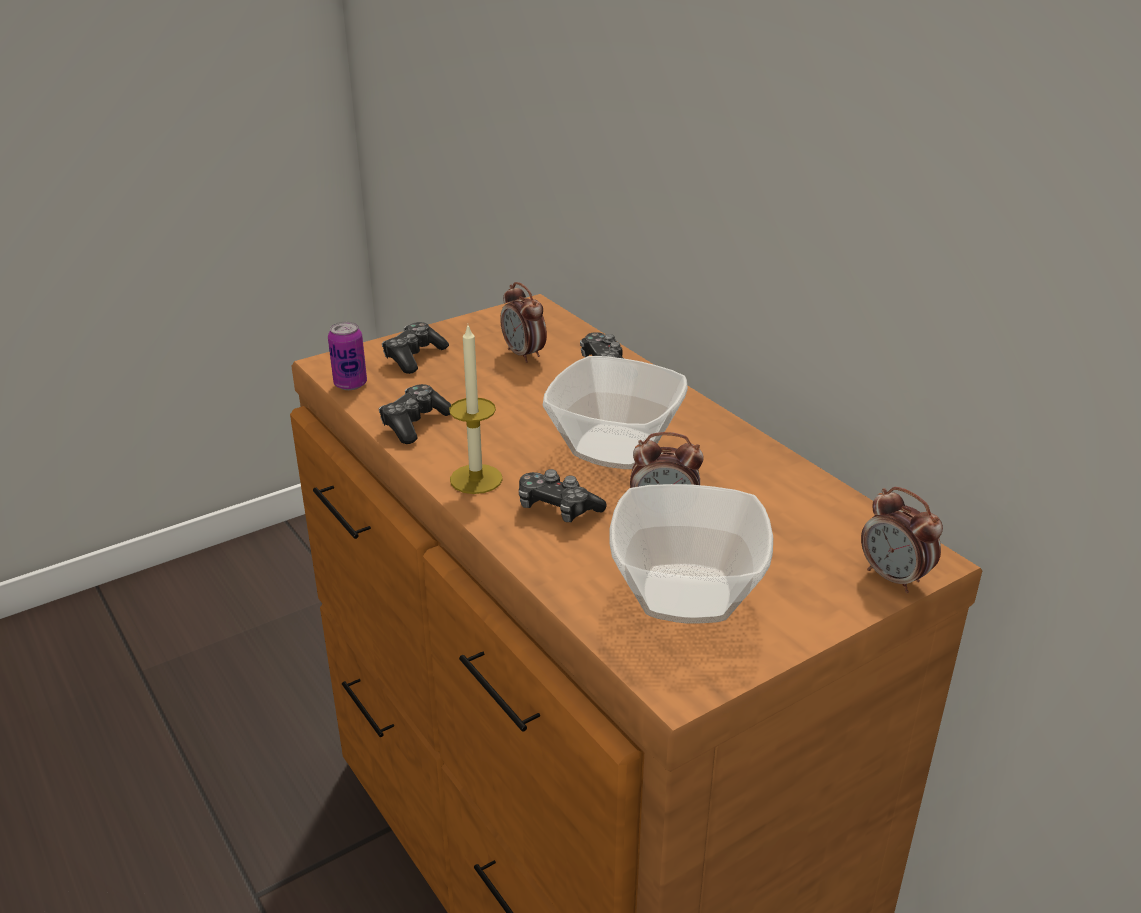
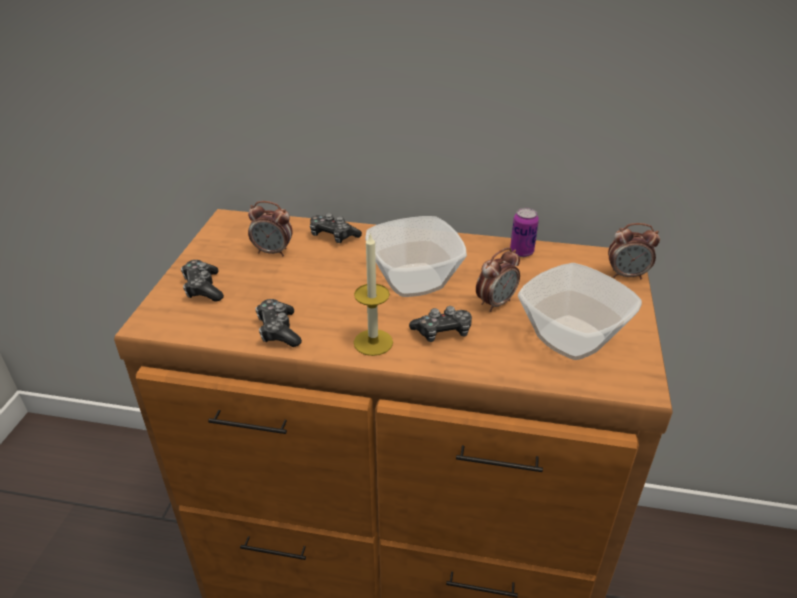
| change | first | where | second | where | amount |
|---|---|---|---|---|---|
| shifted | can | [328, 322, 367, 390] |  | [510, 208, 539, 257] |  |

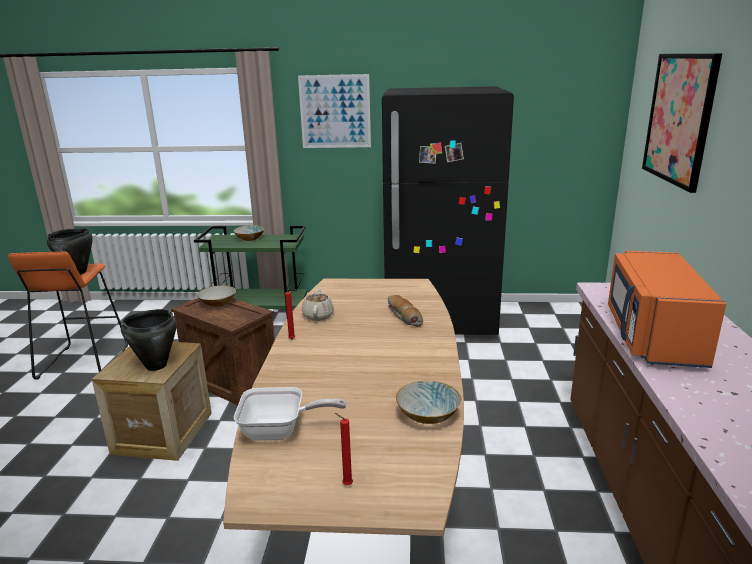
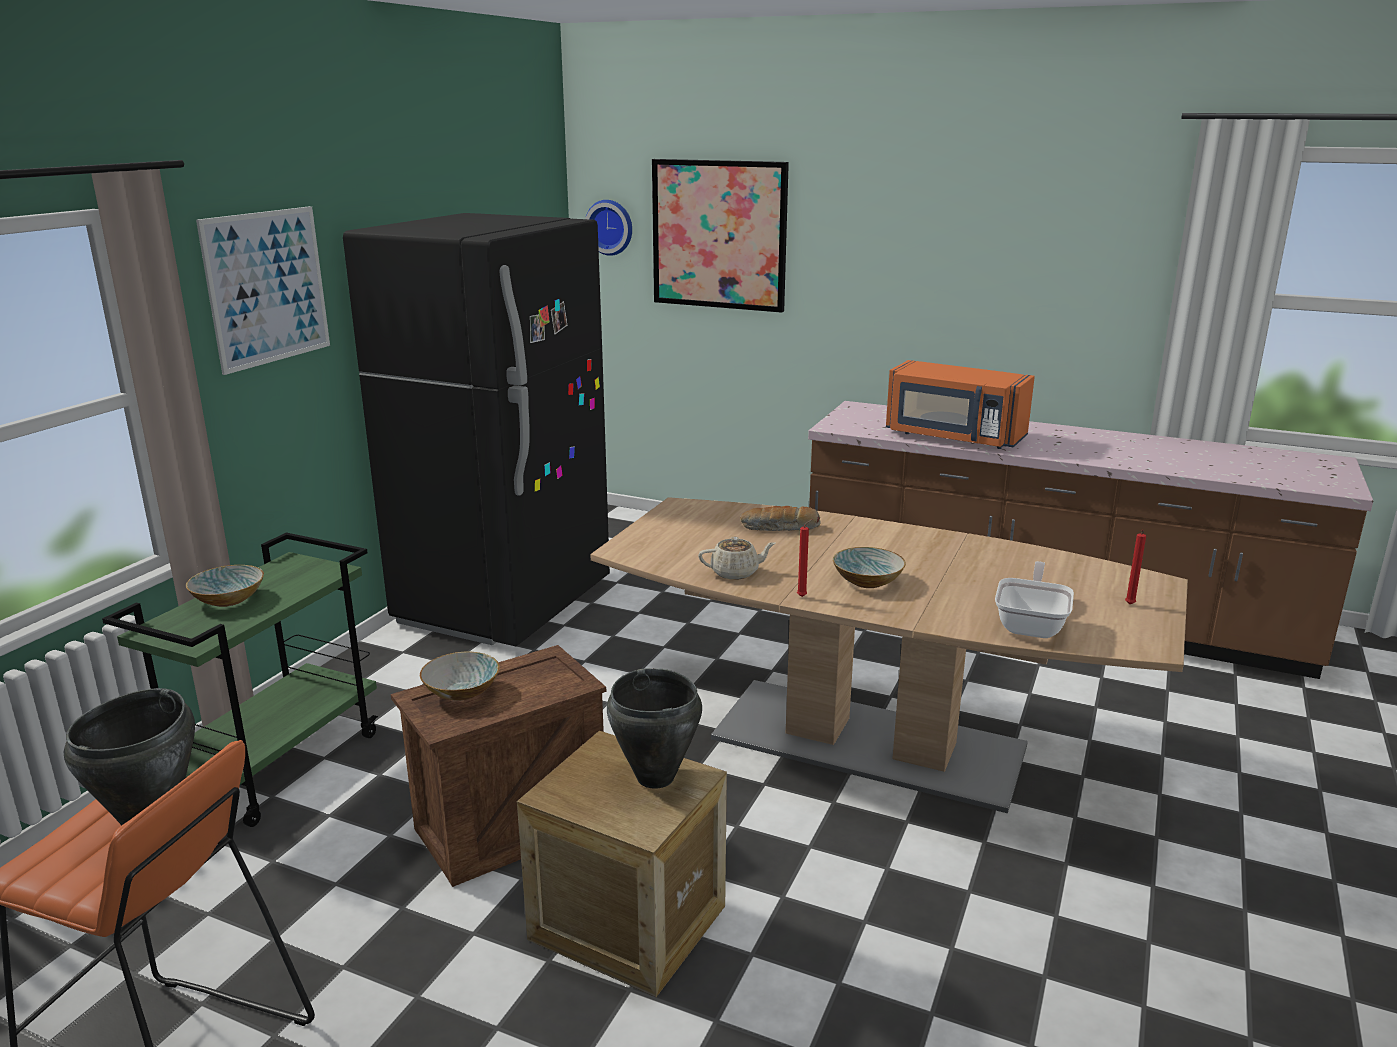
| change | first | where | second | where | amount |
|---|---|---|---|---|---|
| rotated | beige-coloured pot for tea | [302, 288, 334, 321] |  | [698, 537, 776, 580] | 150 degrees clockwise |
| shifted | deep dish | [396, 381, 461, 424] |  | [833, 547, 906, 588] |  |
| new |  |  | wall clock | [585, 200, 632, 256] |  |

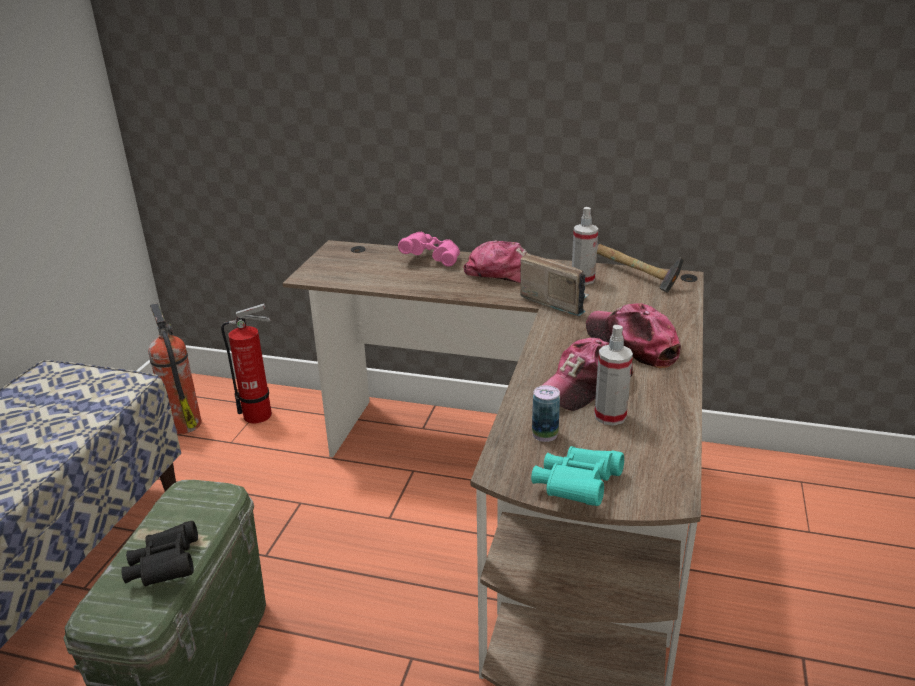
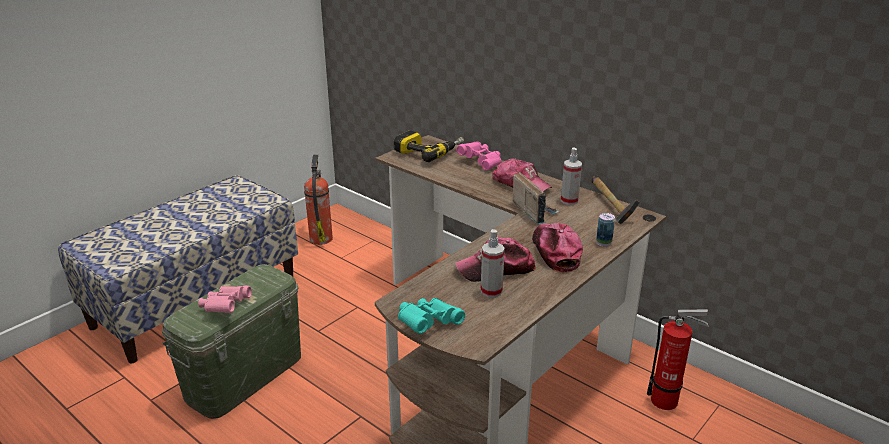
| change | first | where | second | where | amount |
|---|---|---|---|---|---|
| repainted | blackish pair of binoculars | [121, 521, 198, 587] | pinkish pair of binoculars | [198, 286, 252, 313] |  |
| shifted | fire extinguisher | [221, 303, 272, 423] |  | [647, 309, 709, 410] |  |
| shifted | can | [532, 385, 560, 442] |  | [596, 213, 615, 247] |  |
| new |  |  | electric drill | [394, 130, 464, 162] |  |

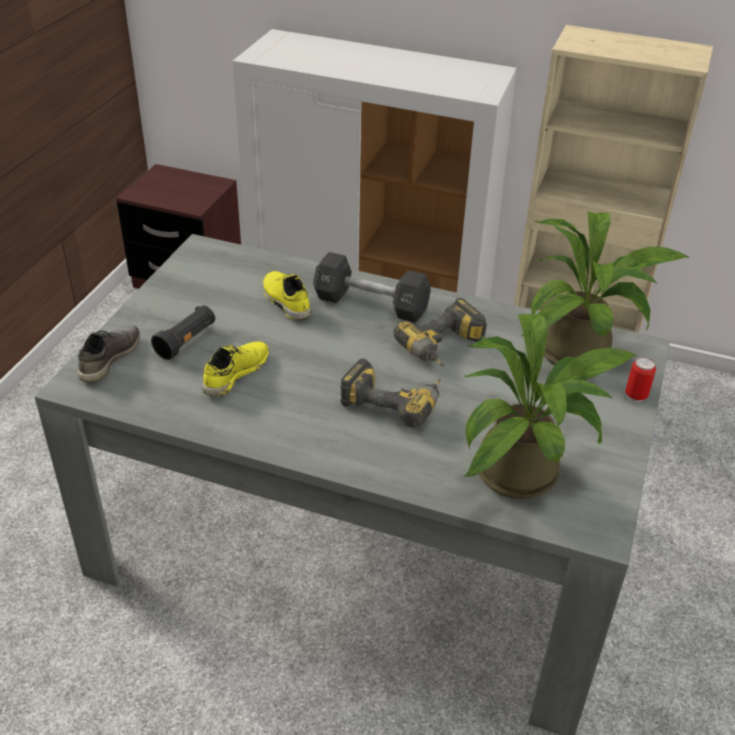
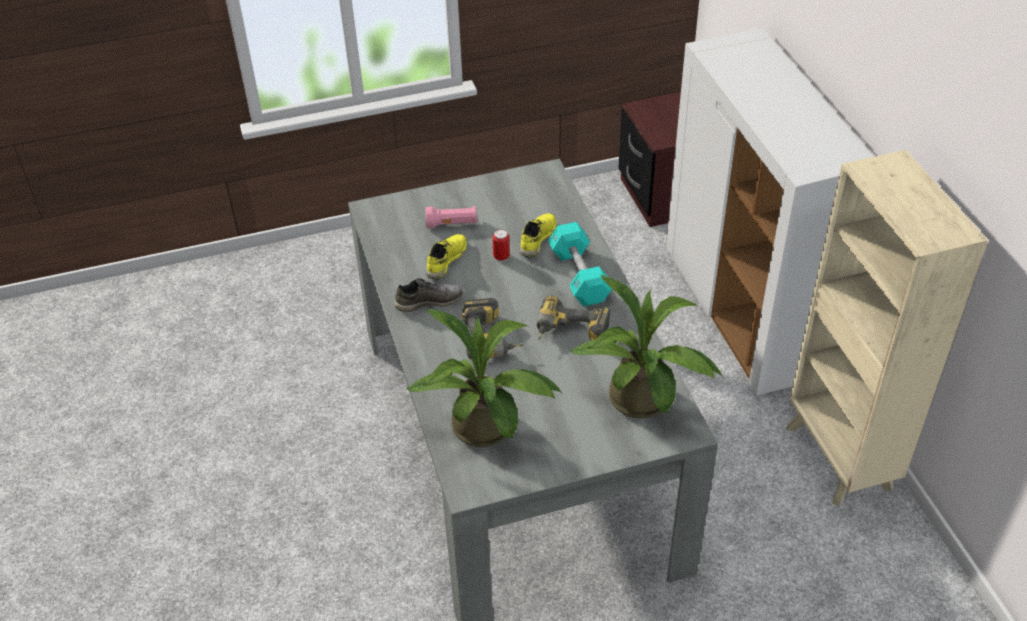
| change | first | where | second | where | amount |
|---|---|---|---|---|---|
| shifted | greyish shoe | [77, 325, 140, 383] |  | [394, 278, 464, 312] |  |
| repainted | blackish flashlight | [151, 305, 215, 360] | pinkish flashlight | [426, 206, 478, 228] |  |
| rotated | yellow-coloured shoe | [201, 341, 269, 397] |  | [425, 234, 467, 279] | 60 degrees counterclockwise |
| repainted | blackish free weight | [313, 252, 431, 323] | blue-green free weight | [548, 222, 612, 307] |  |
| shifted | can | [625, 357, 656, 402] |  | [492, 229, 510, 262] |  |

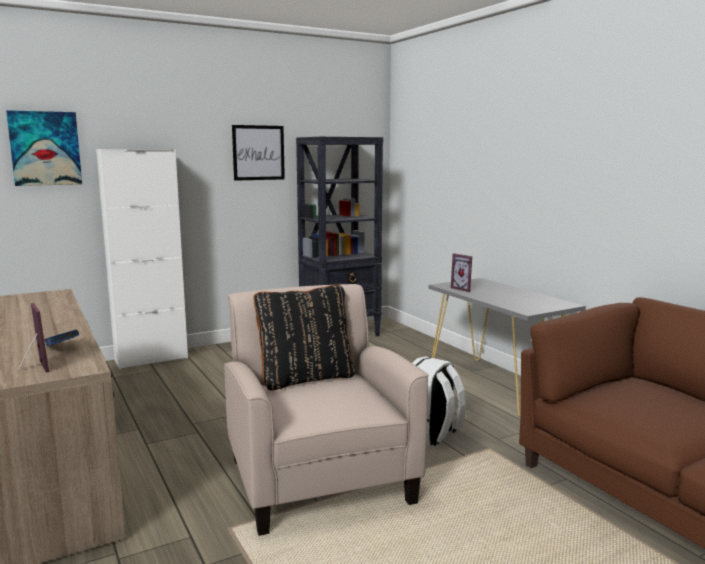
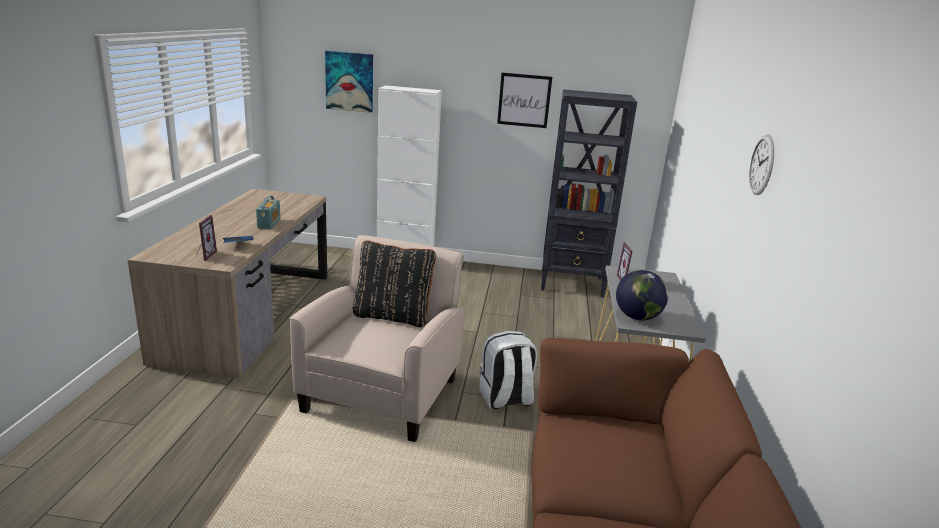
| change | first | where | second | where | amount |
|---|---|---|---|---|---|
| new |  |  | radio set | [256, 196, 281, 229] |  |
| new |  |  | desk globe | [616, 270, 668, 320] |  |
| new |  |  | wall clock | [749, 134, 774, 195] |  |

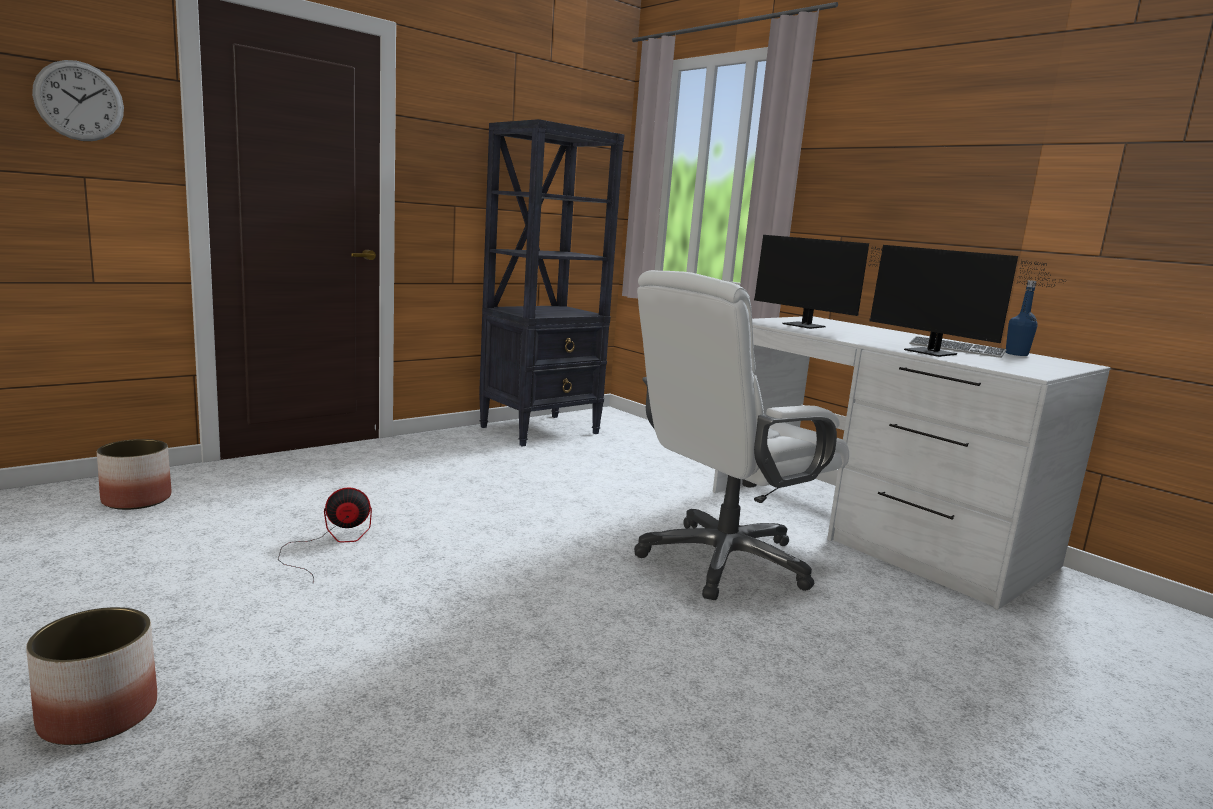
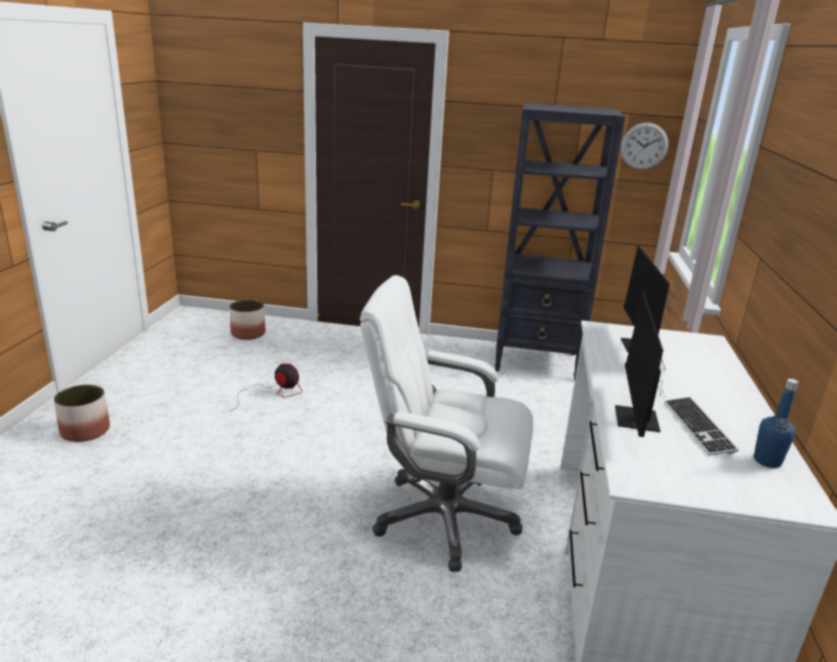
| change | first | where | second | where | amount |
|---|---|---|---|---|---|
| shifted | wall clock | [32, 60, 124, 141] |  | [620, 123, 668, 170] |  |

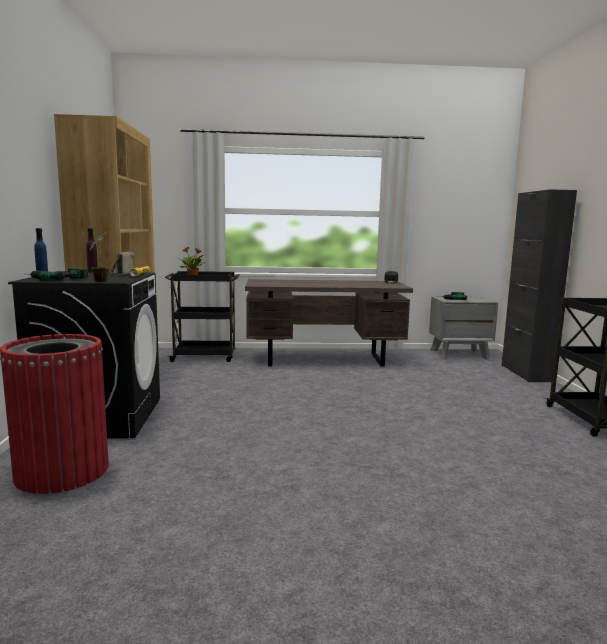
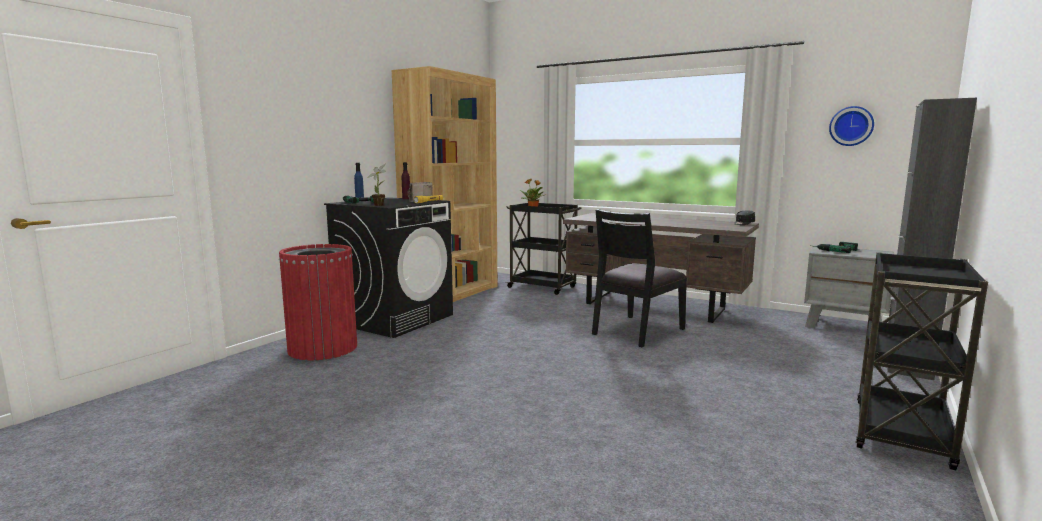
| change | first | where | second | where | amount |
|---|---|---|---|---|---|
| new |  |  | blackish plain chair | [592, 209, 687, 347] |  |
| new |  |  | wall clock | [829, 106, 874, 146] |  |

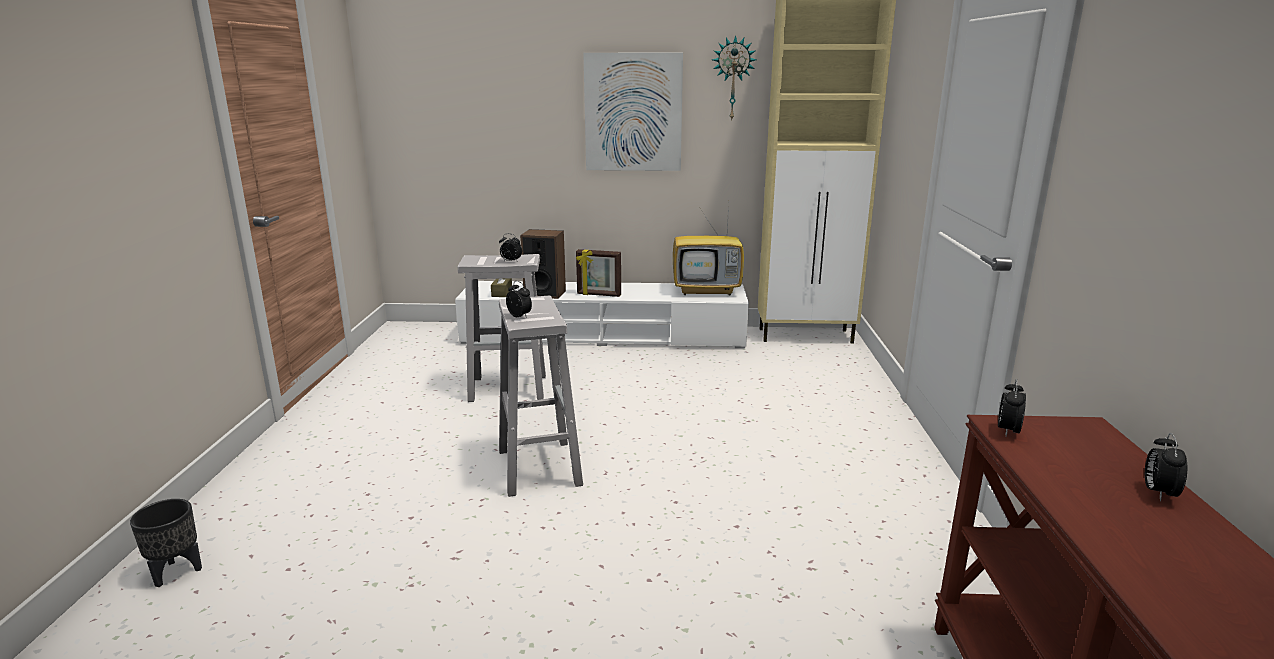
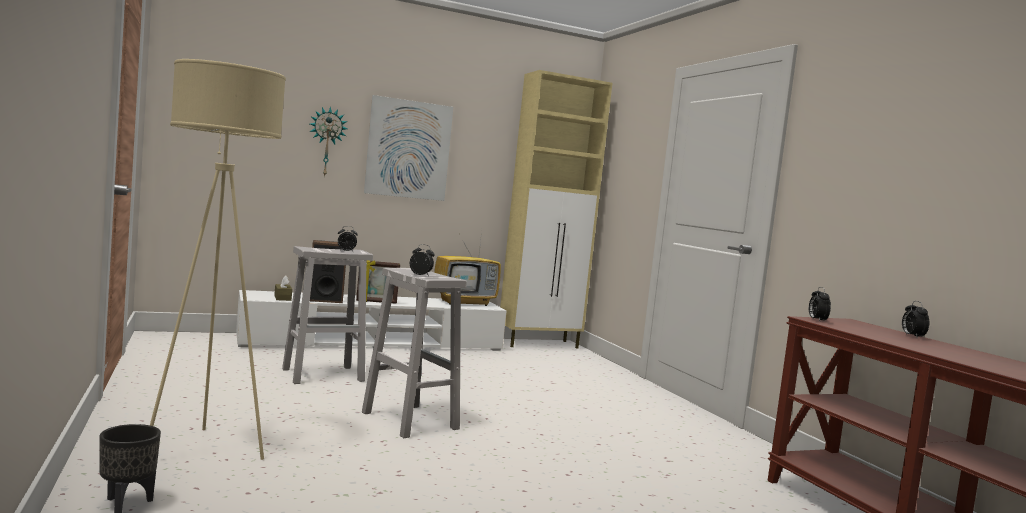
| change | first | where | second | where | amount |
|---|---|---|---|---|---|
| shifted | wall clock | [712, 35, 756, 121] |  | [310, 107, 348, 177] |  |
| new |  |  | beige-coloured floor lamp | [150, 59, 286, 460] |  |

